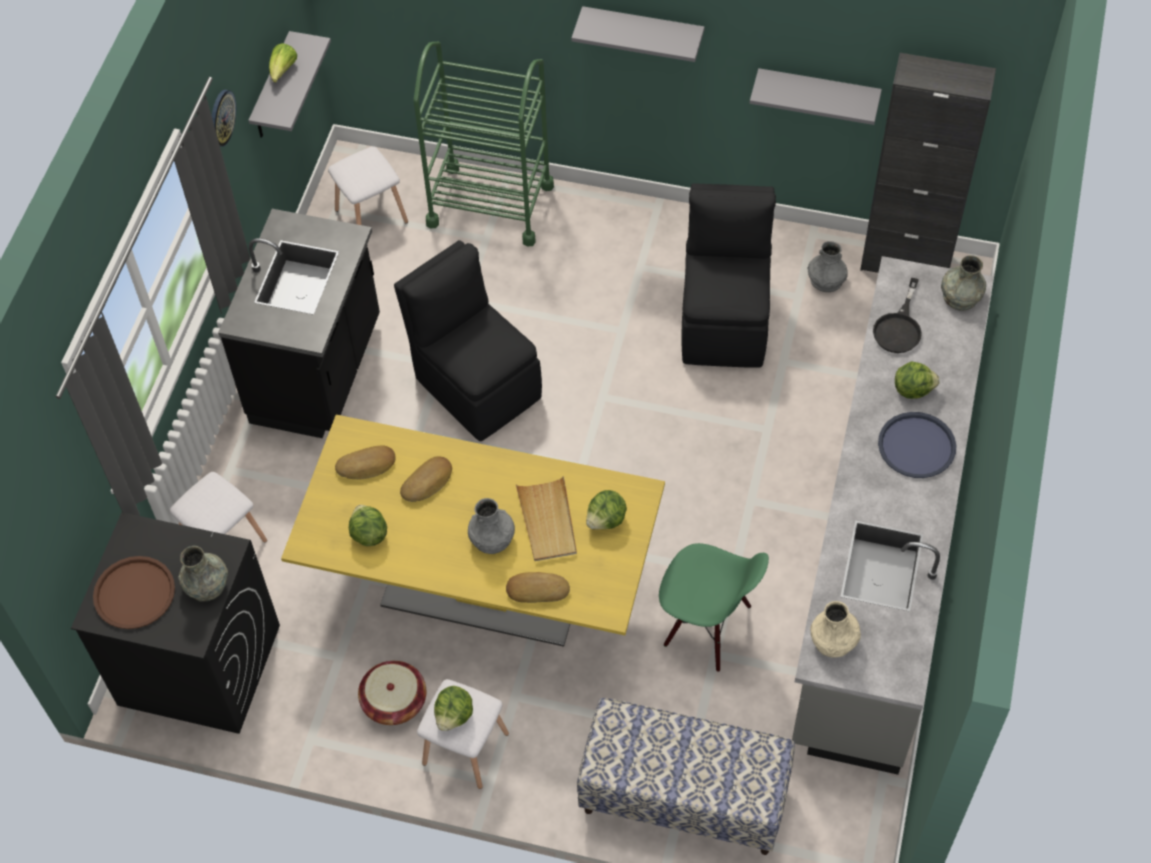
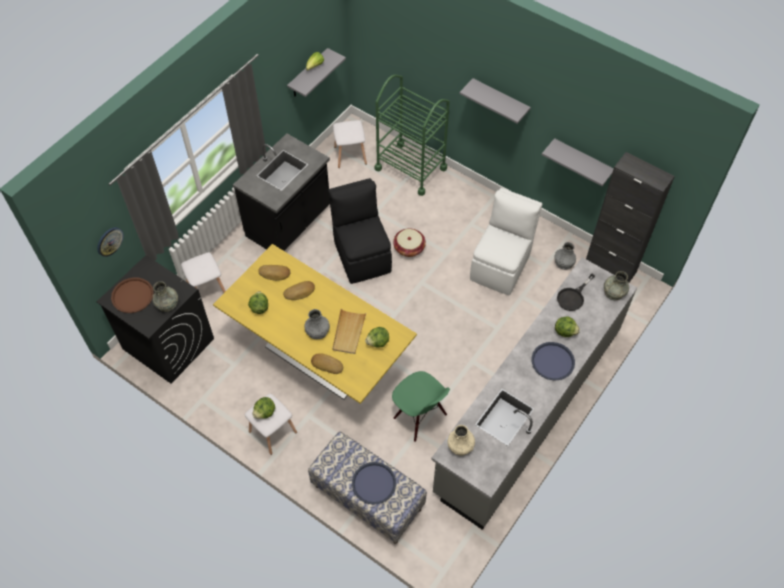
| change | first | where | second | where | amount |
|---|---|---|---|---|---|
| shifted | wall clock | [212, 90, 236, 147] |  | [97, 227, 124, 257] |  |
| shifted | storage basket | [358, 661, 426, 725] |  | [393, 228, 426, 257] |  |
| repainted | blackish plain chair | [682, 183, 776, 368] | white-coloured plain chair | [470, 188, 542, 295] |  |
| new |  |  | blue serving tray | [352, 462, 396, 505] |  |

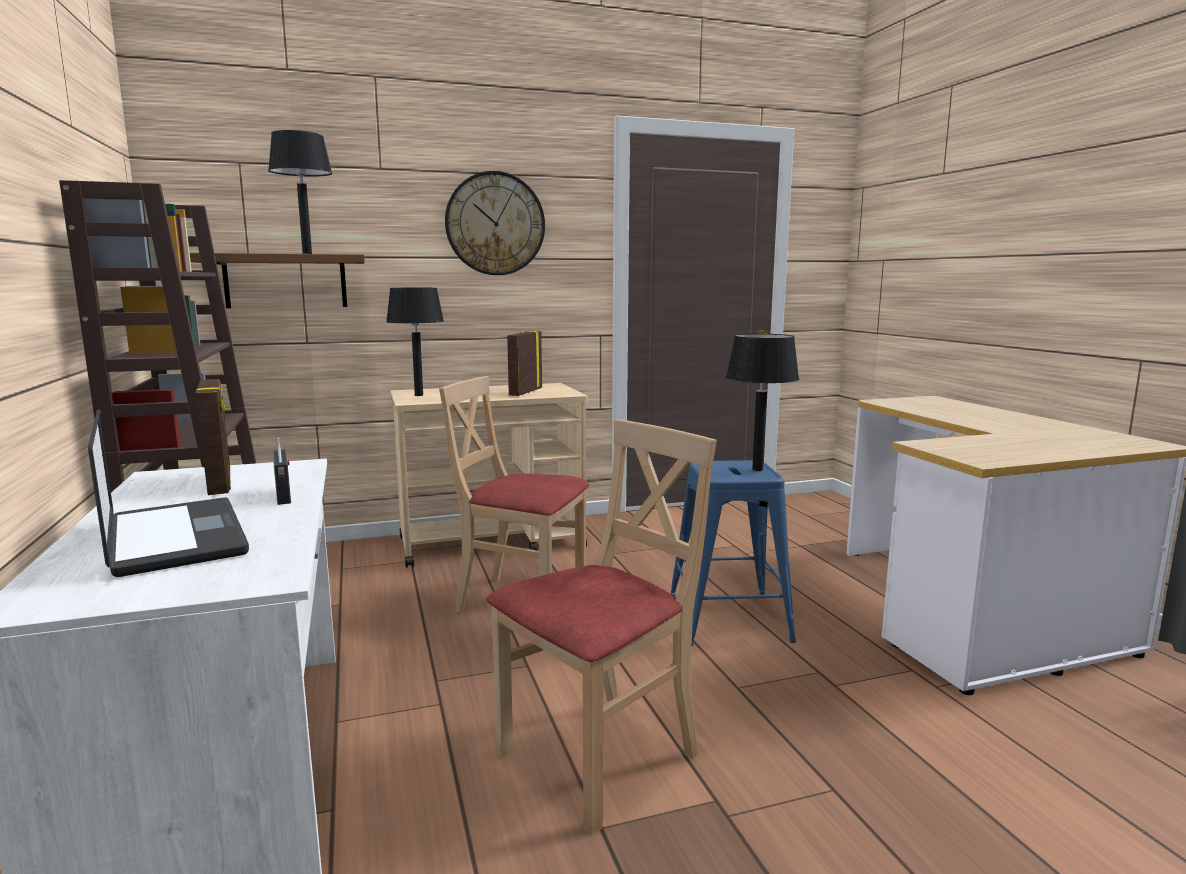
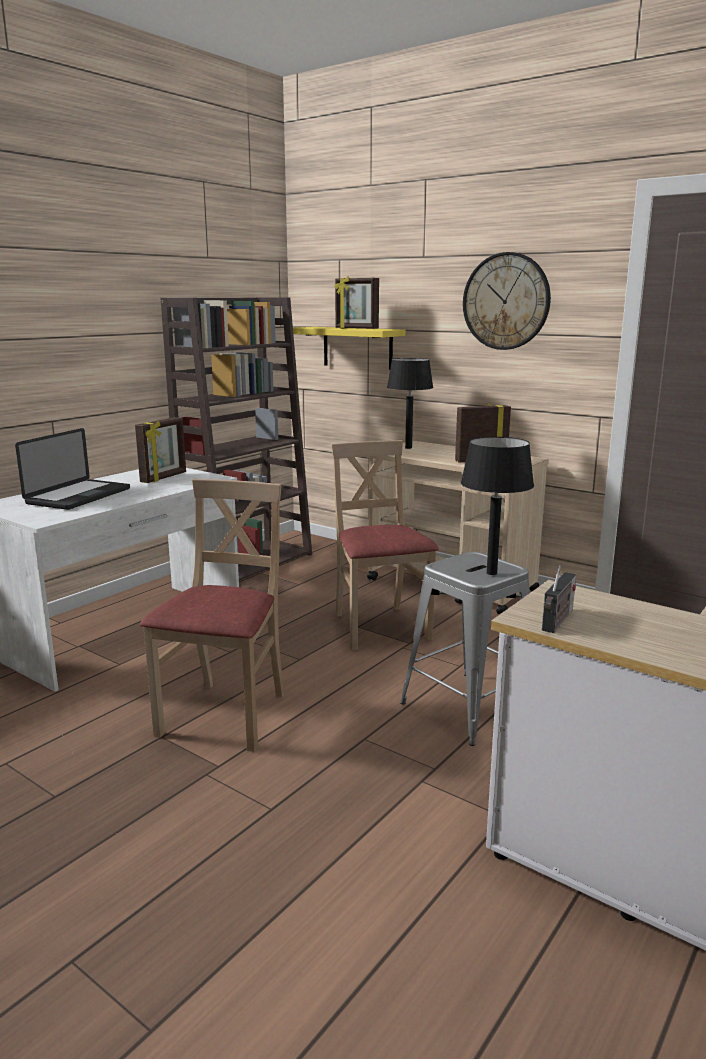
| change | first | where | second | where | amount |
|---|---|---|---|---|---|
| repainted | brown-coloured wall shelf | [190, 253, 365, 308] | yellow-coloured wall shelf | [293, 327, 405, 370] |  |
| swapped | blackish tabletop lamp | [268, 130, 332, 254] | picture frame | [334, 276, 379, 329] |  |
| shifted | radio set | [273, 438, 291, 505] |  | [542, 565, 576, 633] |  |
| rotated | beige-coloured plain chair | [486, 419, 717, 835] |  | [140, 479, 284, 752] | 90 degrees counterclockwise |
| repainted | blue stool | [671, 460, 796, 646] | greyish stool | [400, 551, 530, 746] |  |

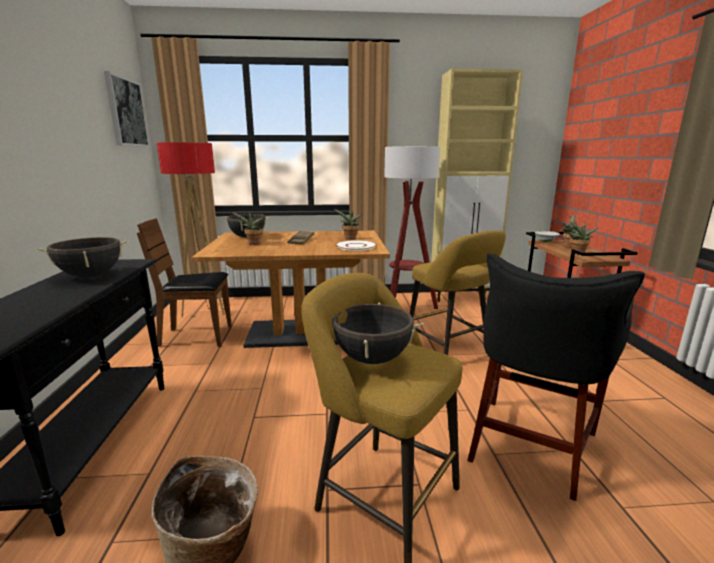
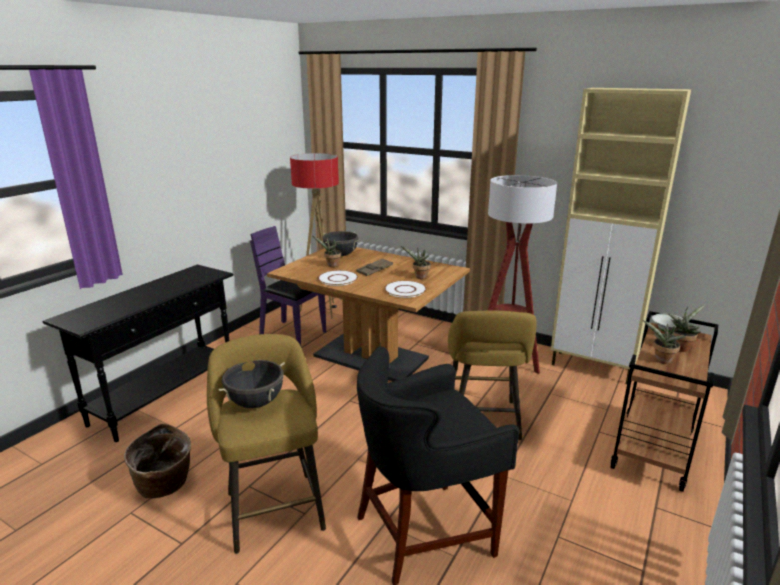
| change | first | where | second | where | amount |
|---|---|---|---|---|---|
| gone | blackish saucepot | [37, 237, 128, 278] |  |  |  |
| gone | wall art | [104, 71, 150, 147] |  |  |  |
| repainted | brown-coloured plain chair | [137, 218, 232, 347] | purplish plain chair | [250, 226, 326, 346] |  |
| new |  |  | white-coloured flat dish | [318, 270, 358, 286] |  |

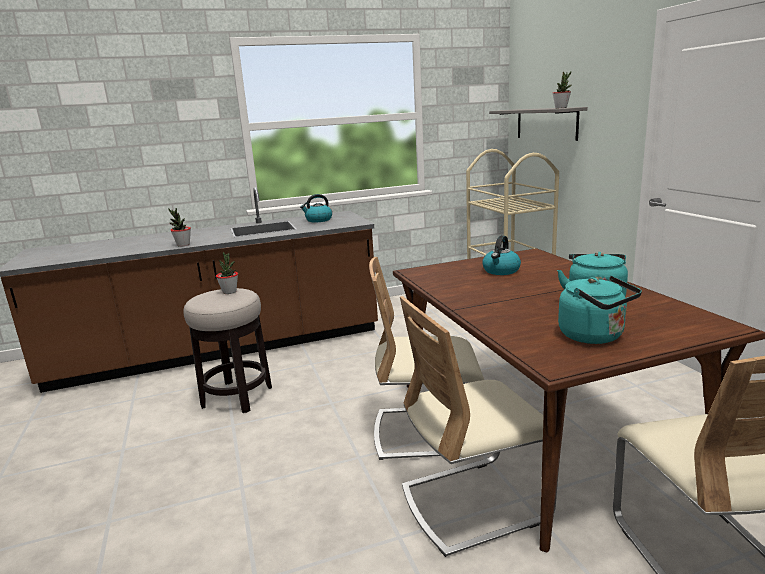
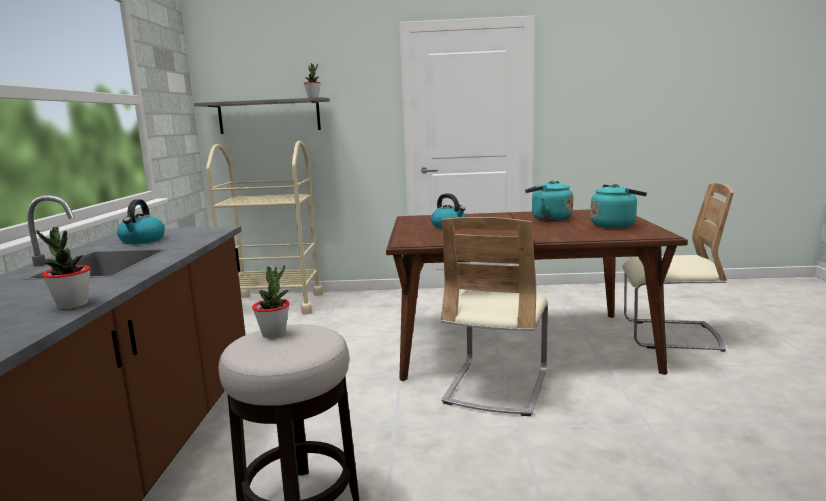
| change | first | where | second | where | amount |
|---|---|---|---|---|---|
| gone | beige-coloured plain chair | [400, 296, 563, 557] |  |  |  |

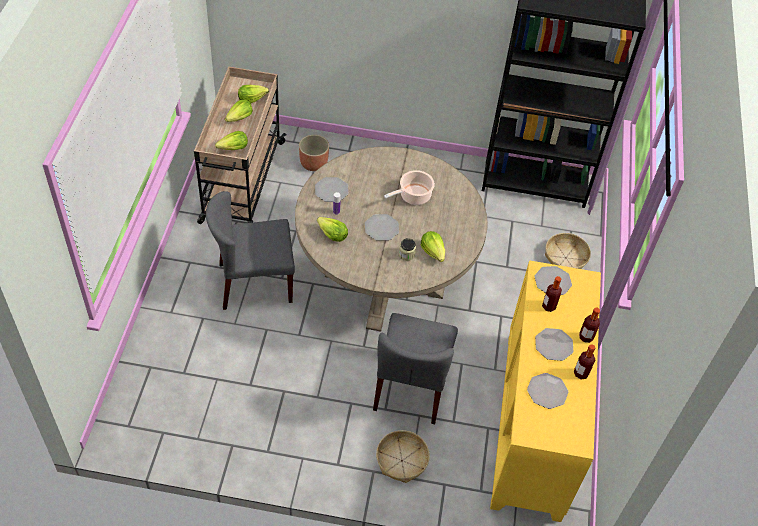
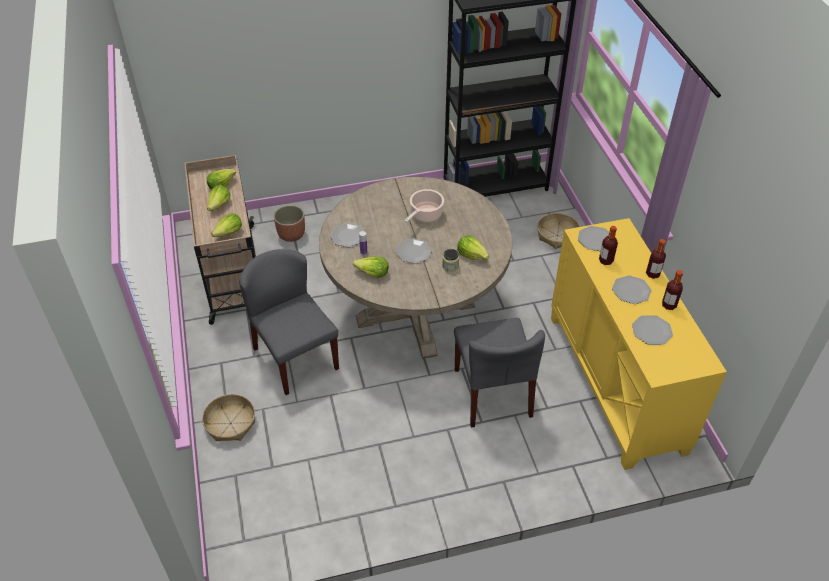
| change | first | where | second | where | amount |
|---|---|---|---|---|---|
| rotated | greyish plain chair | [206, 191, 295, 310] |  | [239, 249, 339, 395] | 90 degrees clockwise |
| shifted | storage basket | [376, 430, 430, 483] |  | [202, 394, 255, 441] |  |

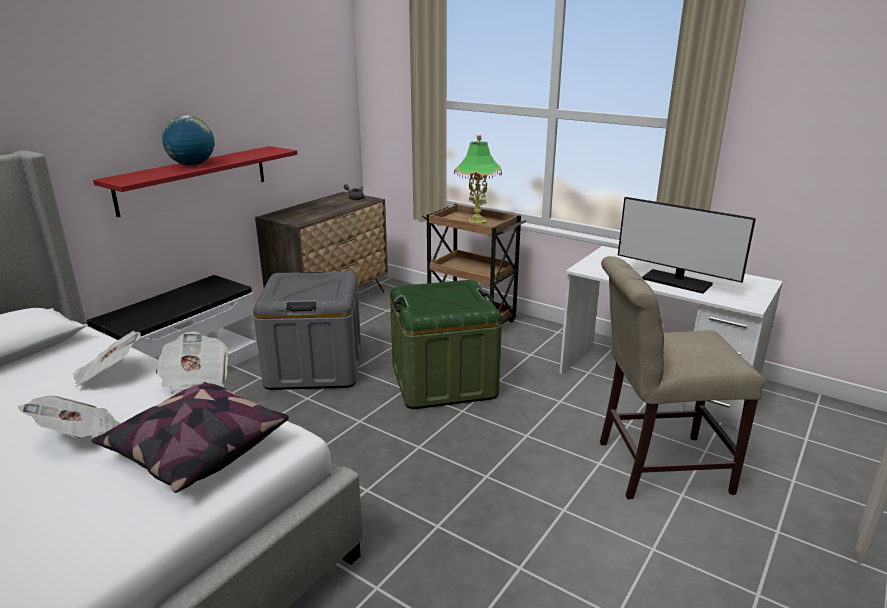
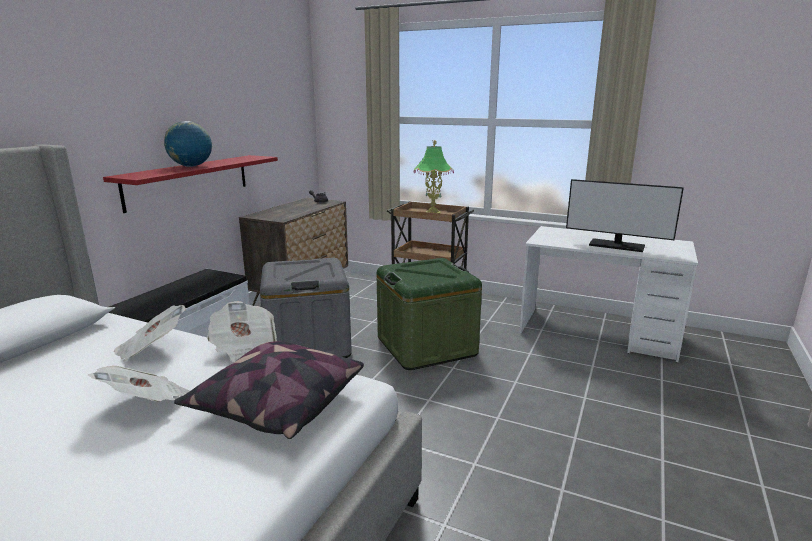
| change | first | where | second | where | amount |
|---|---|---|---|---|---|
| gone | beige-coloured plain chair | [600, 256, 764, 499] |  |  |  |

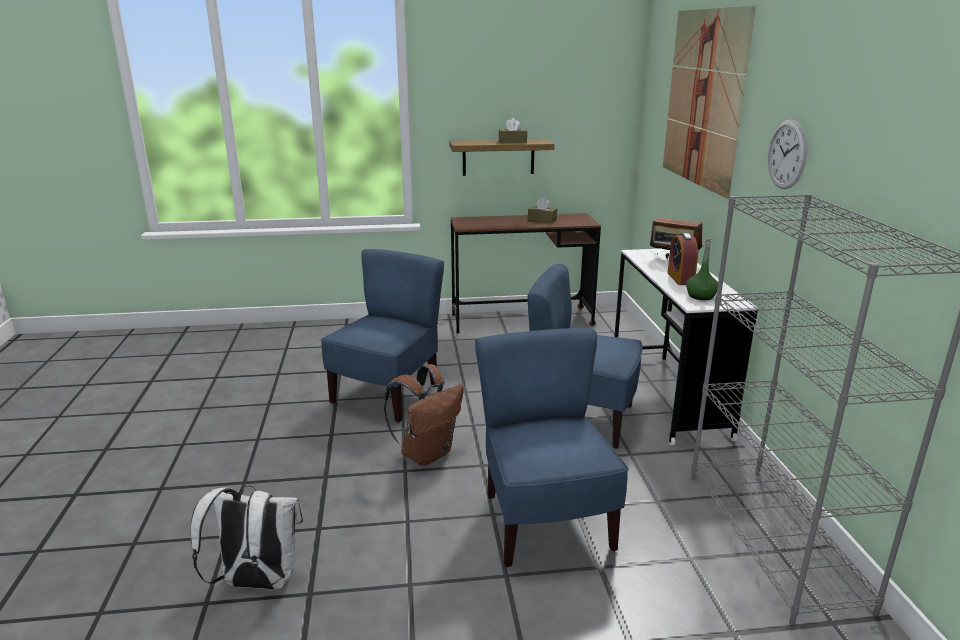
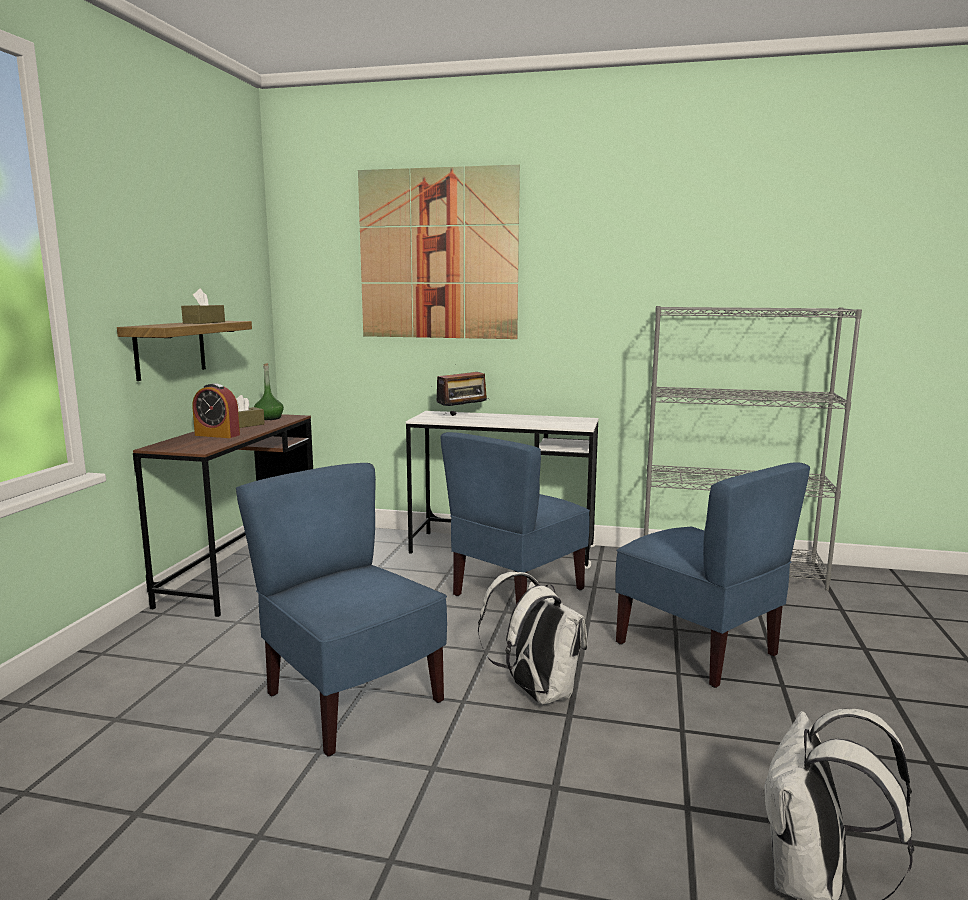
| change | first | where | second | where | amount |
|---|---|---|---|---|---|
| repainted | brown-coloured knapsack | [384, 364, 464, 466] | white-coloured knapsack | [478, 572, 587, 705] |  |
| rotated | blue plain chair | [475, 328, 629, 567] |  | [615, 462, 810, 688] | 135 degrees counterclockwise |
| shifted | table clock | [667, 233, 698, 285] |  | [192, 383, 240, 438] |  |
| shifted | green drink bottle | [686, 238, 718, 300] |  | [254, 363, 284, 420] |  |
| gone | wall clock | [768, 120, 807, 189] |  |  |  |

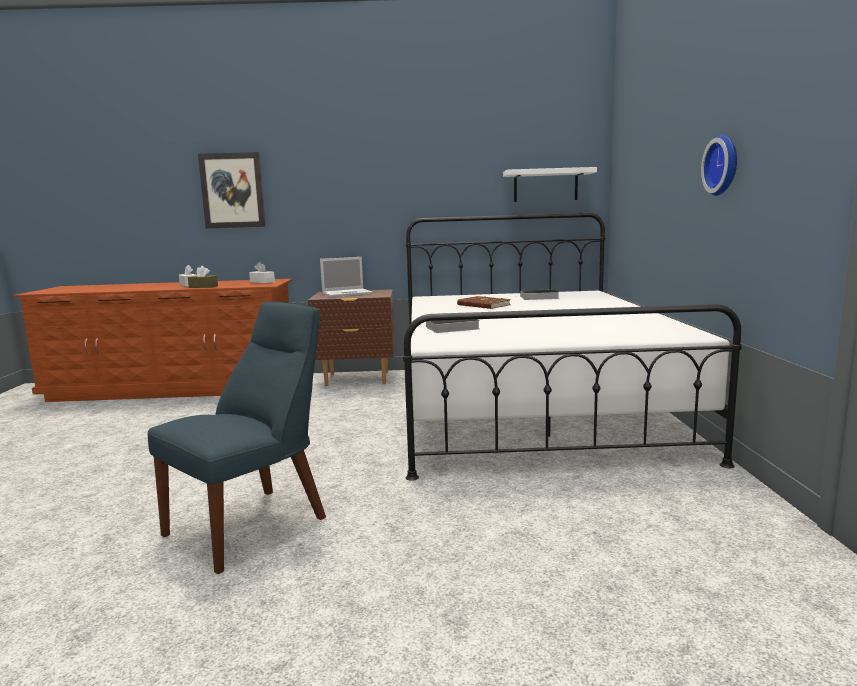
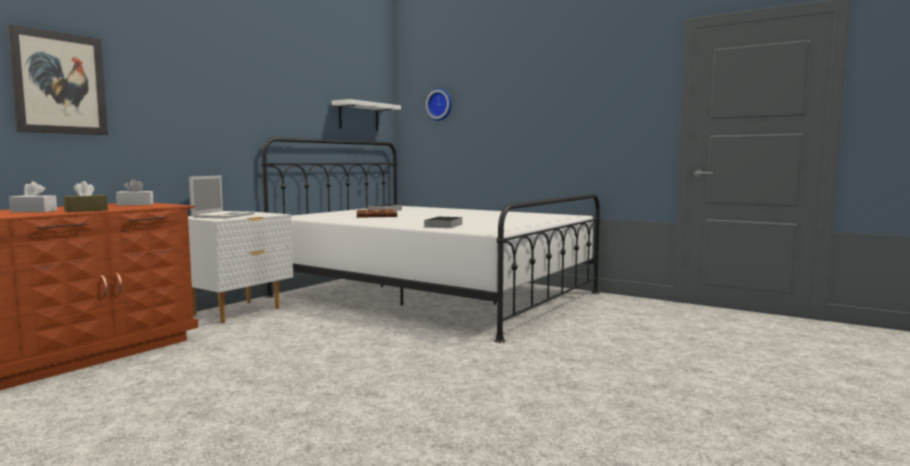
| change | first | where | second | where | amount |
|---|---|---|---|---|---|
| gone | blue plain chair | [147, 302, 326, 574] |  |  |  |
| repainted | brown-coloured bedside table | [308, 289, 395, 386] | white-coloured bedside table | [188, 211, 293, 323] |  |
| shifted | wall clock | [701, 135, 737, 196] |  | [426, 88, 452, 121] |  |

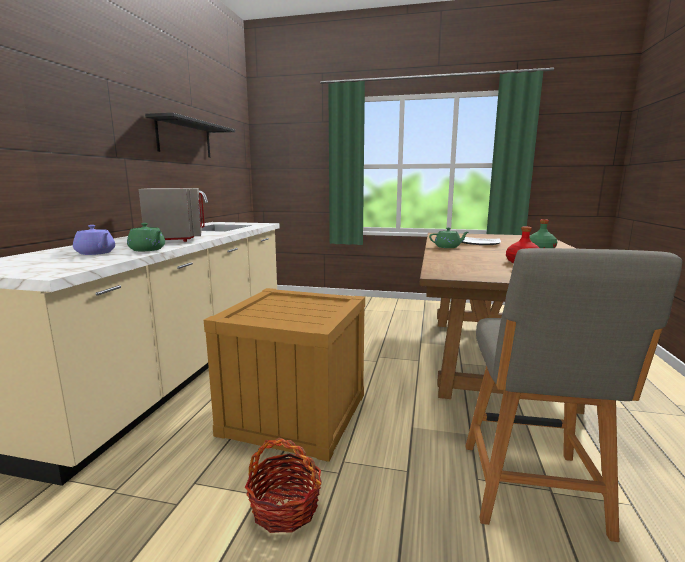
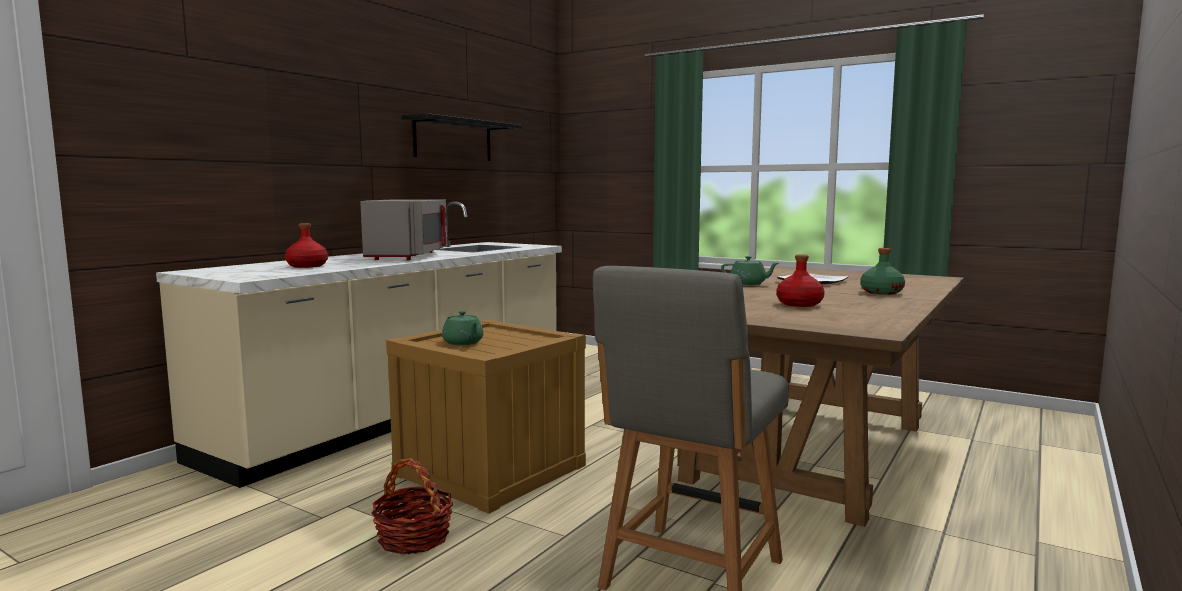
| change | first | where | second | where | amount |
|---|---|---|---|---|---|
| swapped | purplish pot for tea | [73, 225, 115, 255] | red-coloured drink bottle | [285, 223, 328, 268] |  |
| shifted | green pot for tea | [127, 223, 165, 251] |  | [442, 311, 484, 345] |  |

